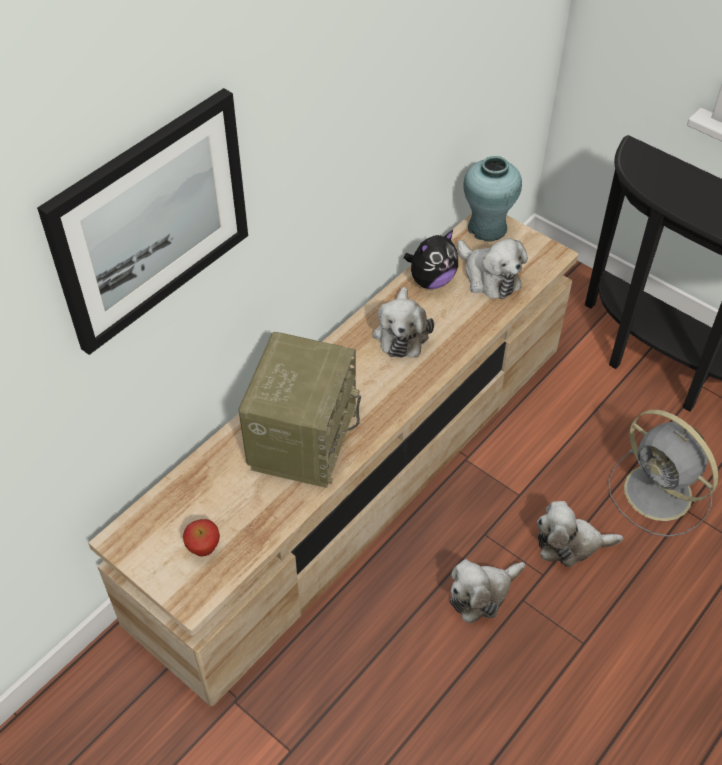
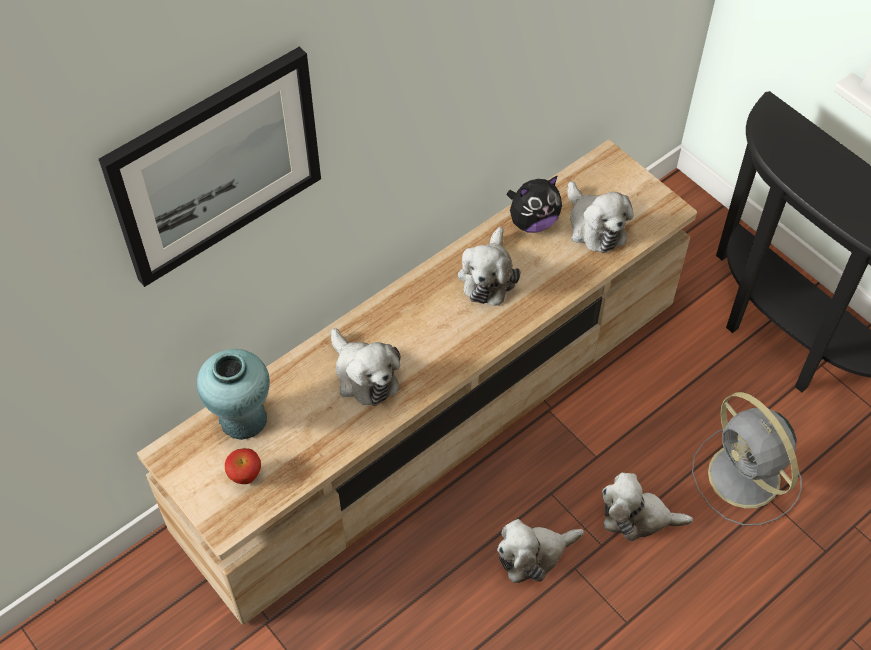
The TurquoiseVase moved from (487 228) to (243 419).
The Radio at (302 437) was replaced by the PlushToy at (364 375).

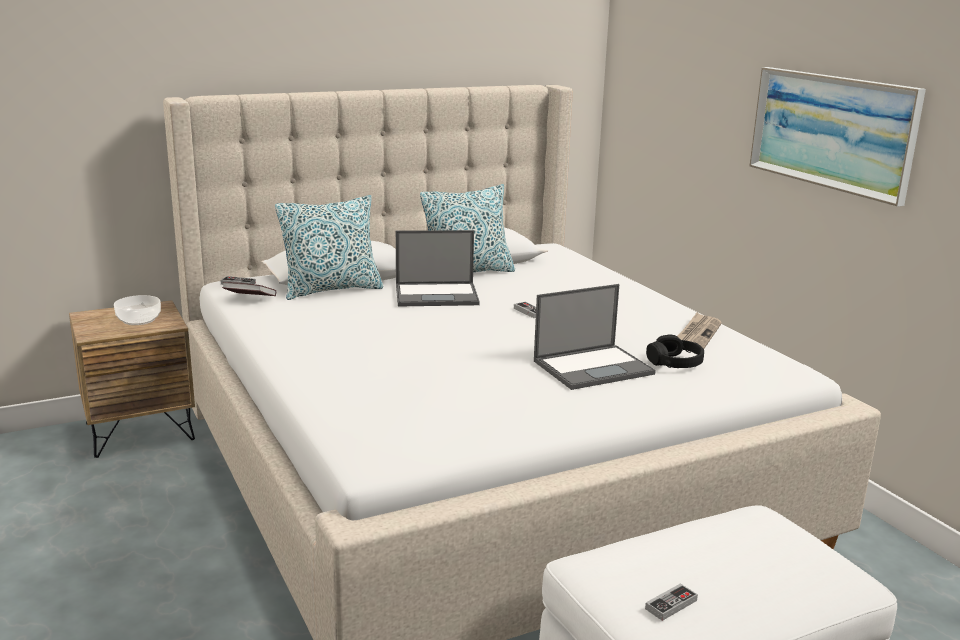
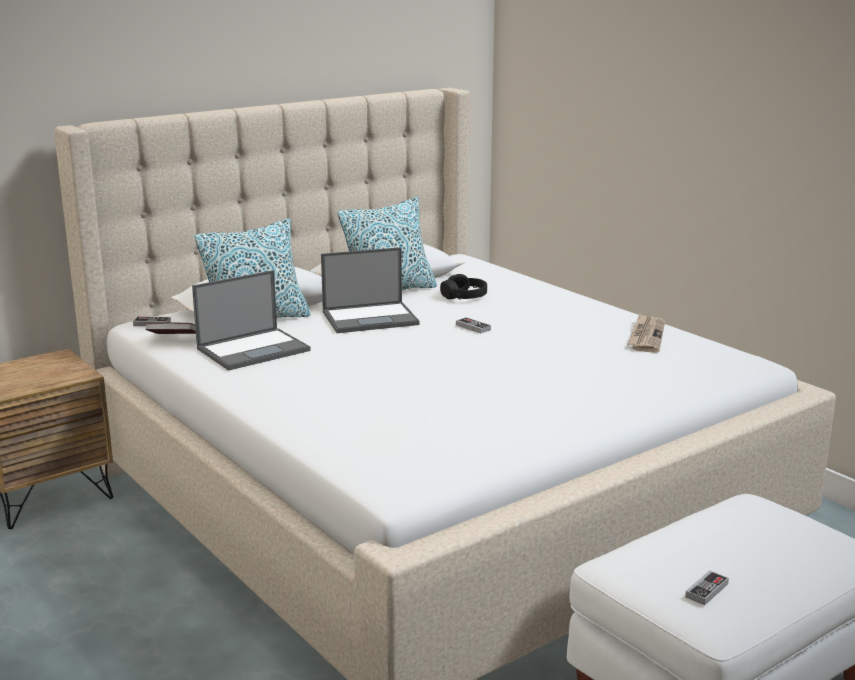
The Picture at (831 131) disappeared.
The Laptop moved from (594 367) to (254 349).
The Bowl at (138 319) disappeared.
The BlackHeadphones moved from (675 362) to (464 296).

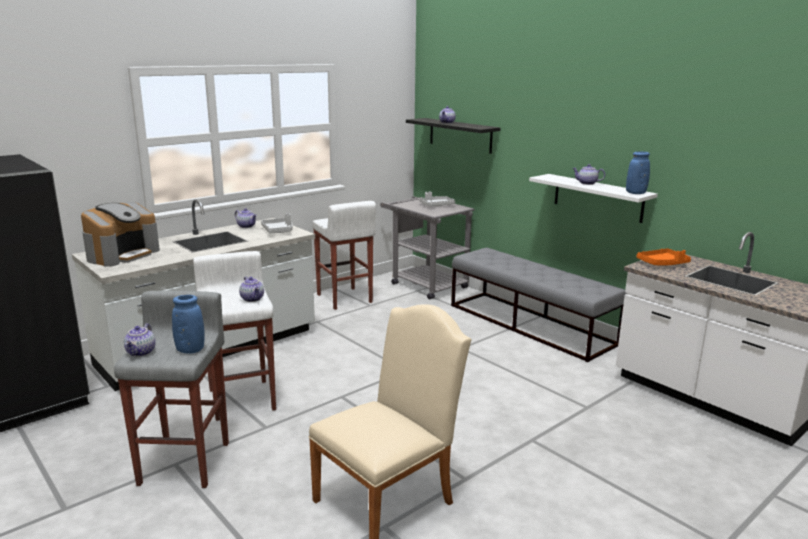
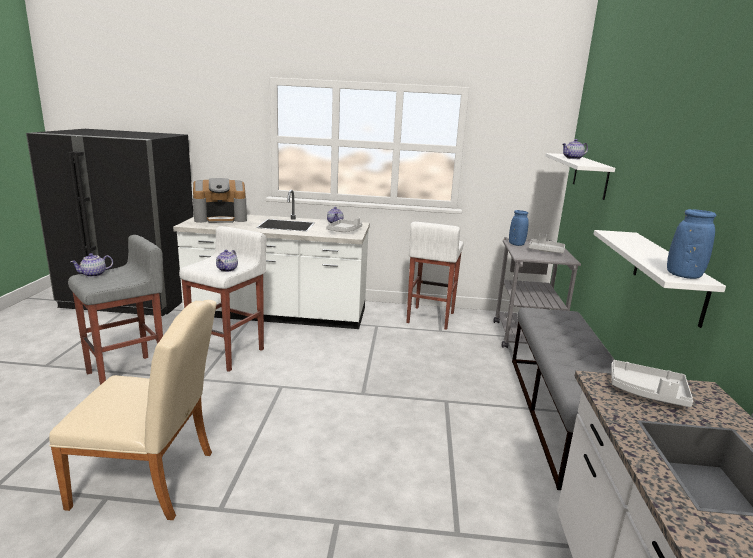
The BlackShelf at (460 135) became the WhiteShelf at (590 176).
The Teapot at (587 183) disappeared.
The OrangeTray at (662 263) became the GreyTray at (647 392).
The BlueVase moved from (190 350) to (516 244).

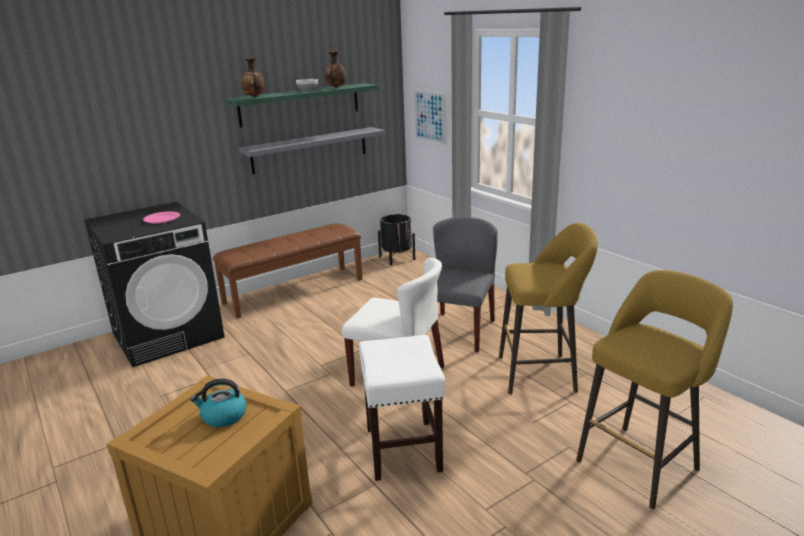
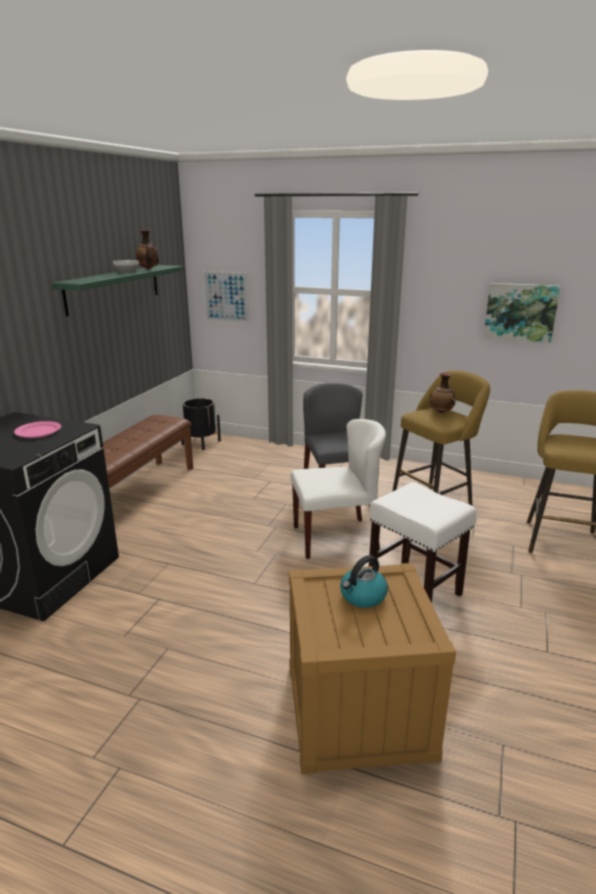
The Vase moved from (255 97) to (441 412).
The GreyShelf at (310 150) disappeared.
The Picture at (520 312) appeared.

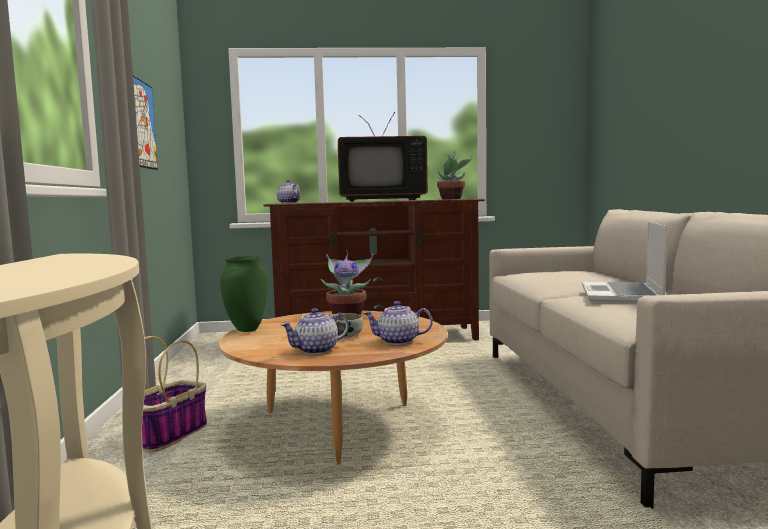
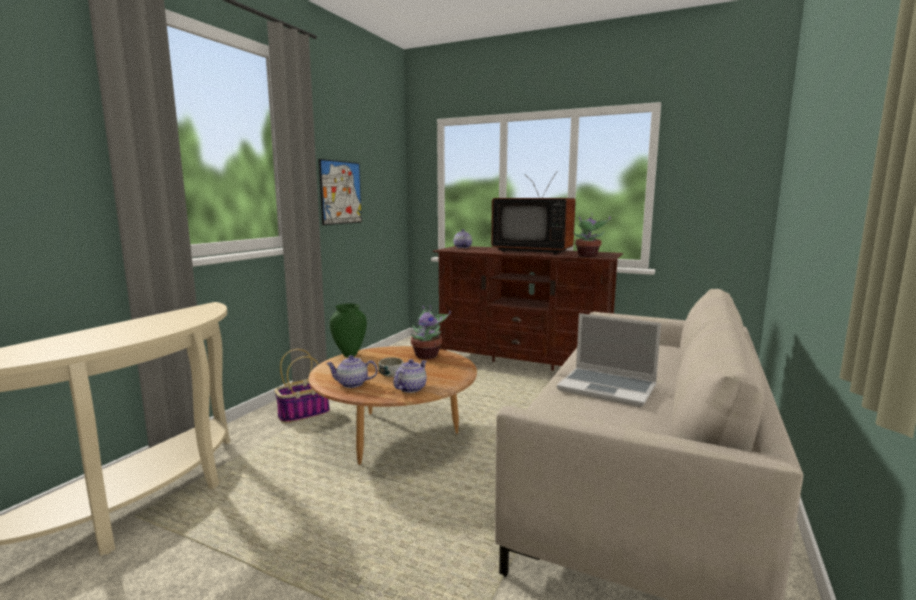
The Laptop at (622 295) turned 105 degrees counterclockwise.
The Teapot at (397 341) turned 90 degrees clockwise.

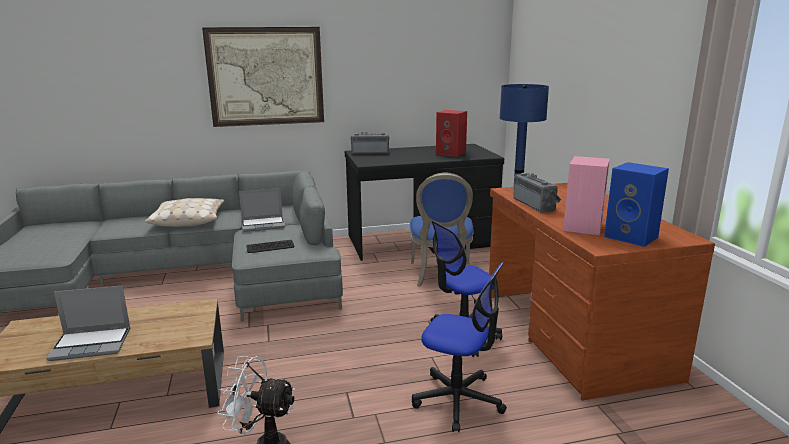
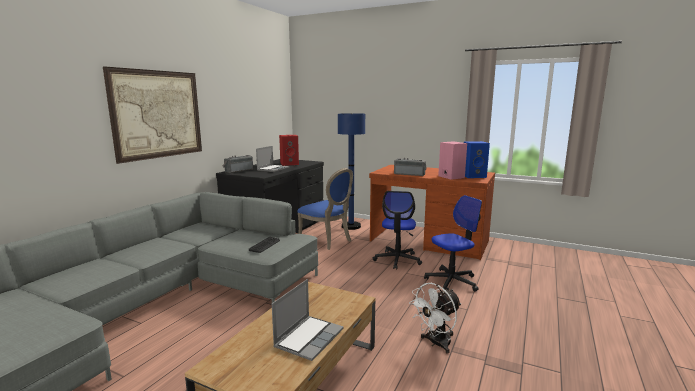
The Laptop moved from (264 225) to (273 169).
The BeigePillow at (188 220) disappeared.

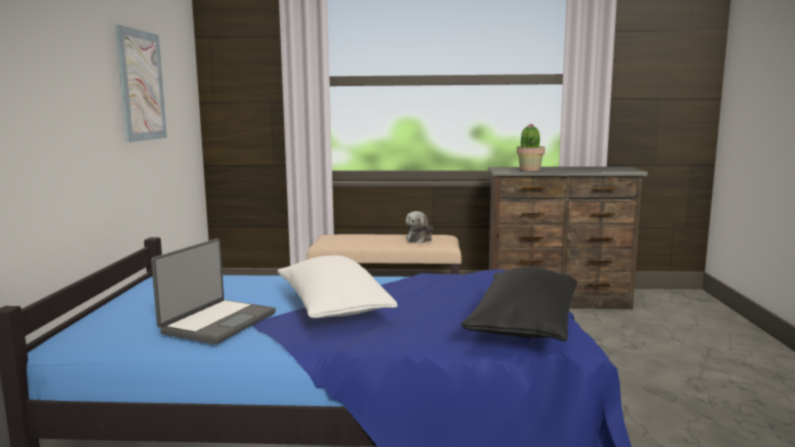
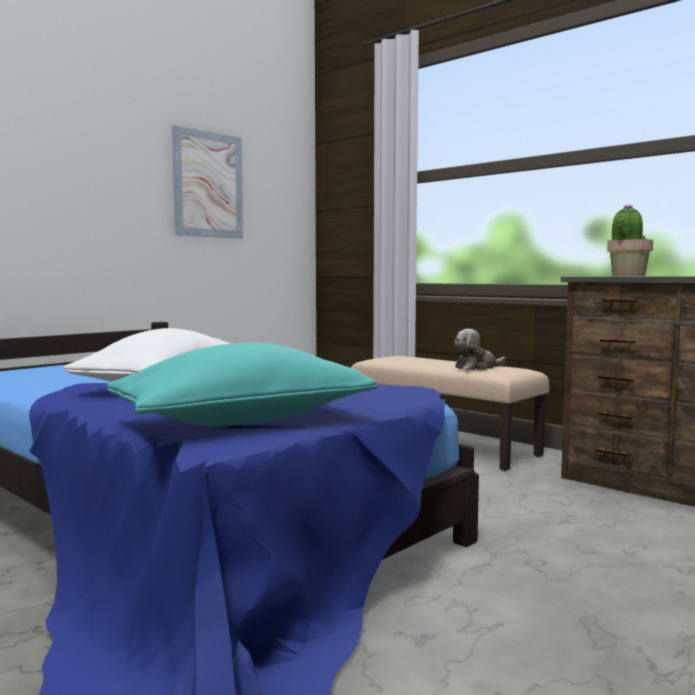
The Laptop at (217 322) disappeared.
The BlackPillow at (524 326) became the TurquoisePillow at (243 421).

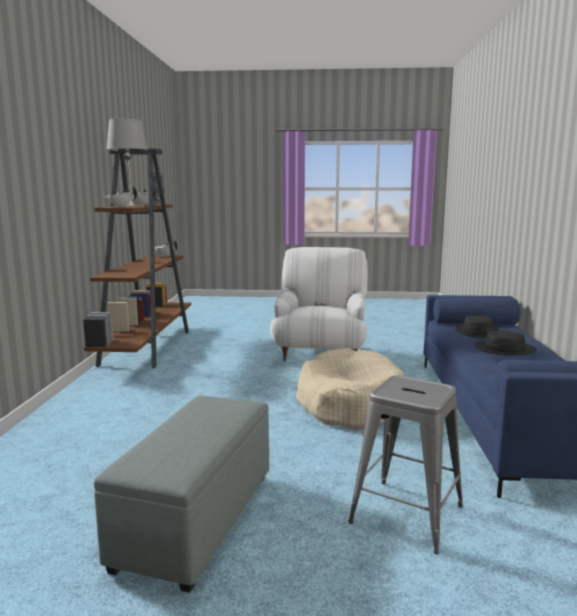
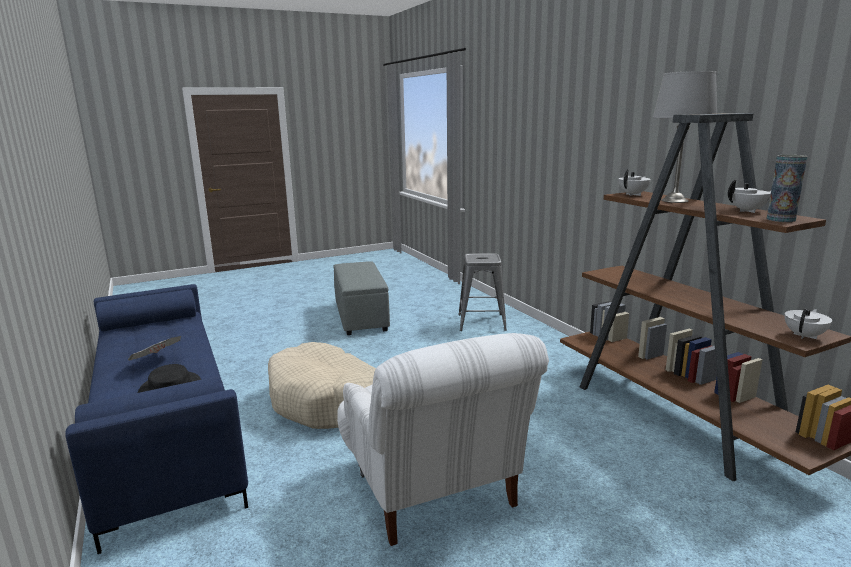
The BlackHat at (504 349) was replaced by the Newspaper at (157 361).
The GreyStool moved from (407 514) to (481 322).

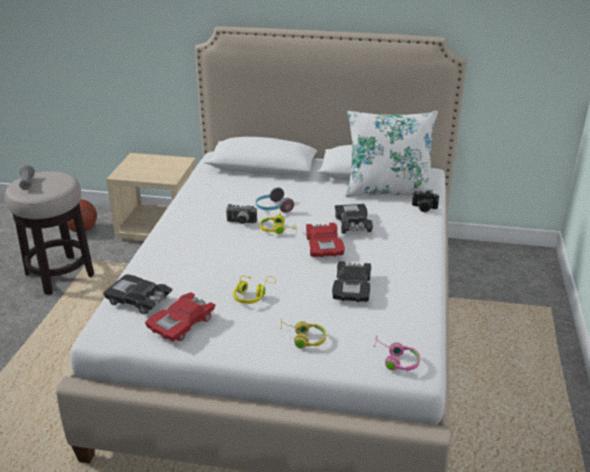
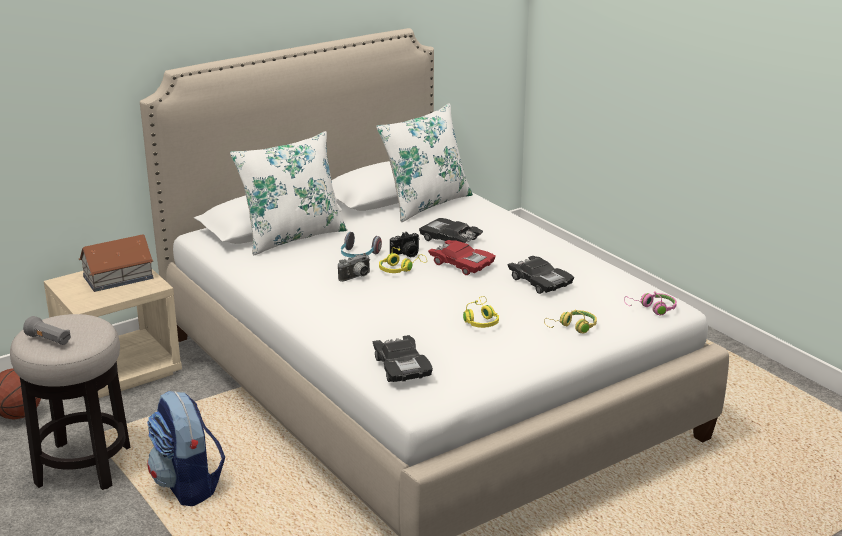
The PhotoCamera moved from (423 208) to (406 254).
The BlackToyCar at (139 300) turned 90 degrees counterclockwise.
The RedToyCar at (182 324) disappeared.
The WhitePillow at (292 236) appeared.
The ToyHouse at (119 277) appeared.
The Backpack at (188 485) appeared.

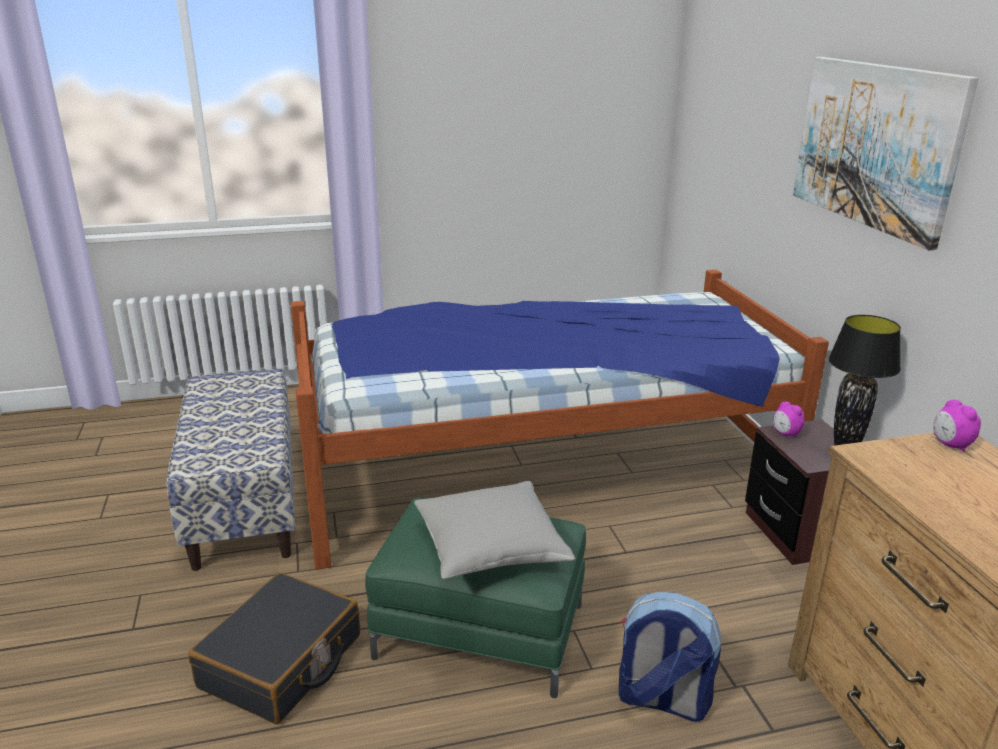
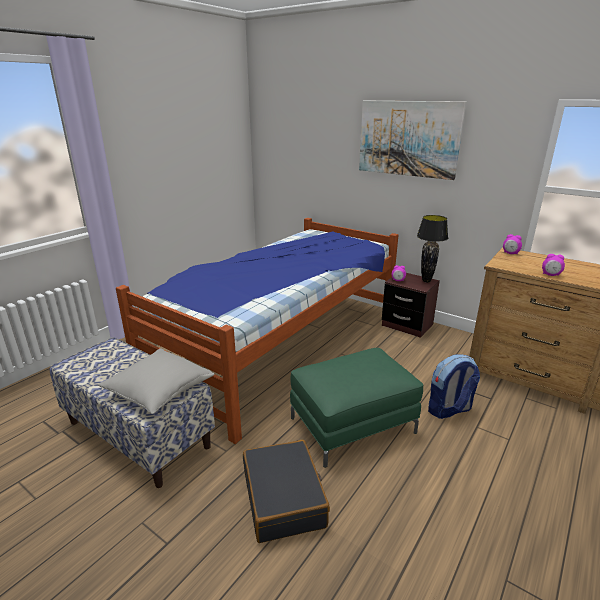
The GreyPillow moved from (490 547) to (159 390).
The AlarmClock at (550 275) appeared.

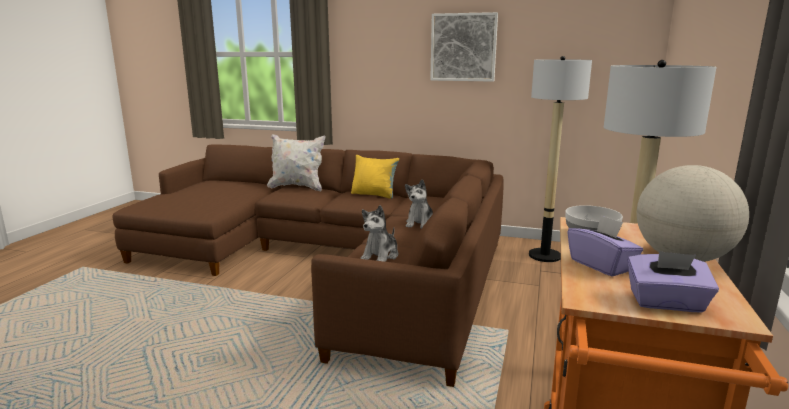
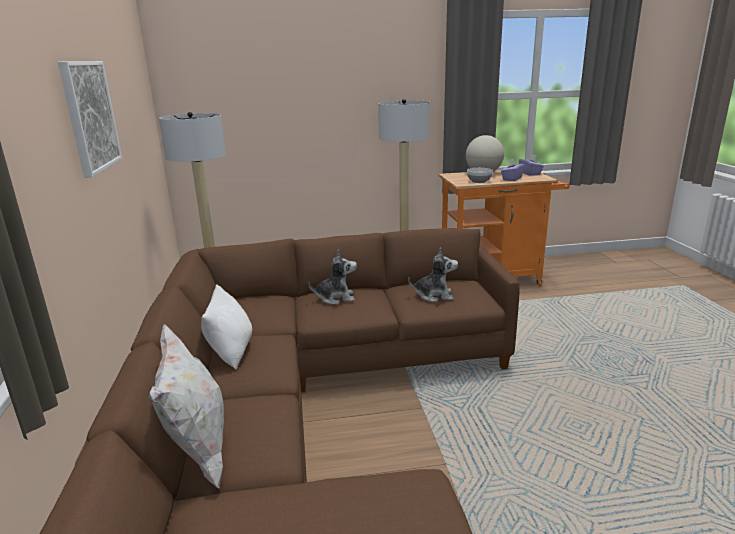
The YellowPillow at (374 194) became the WhitePillow at (231 351).

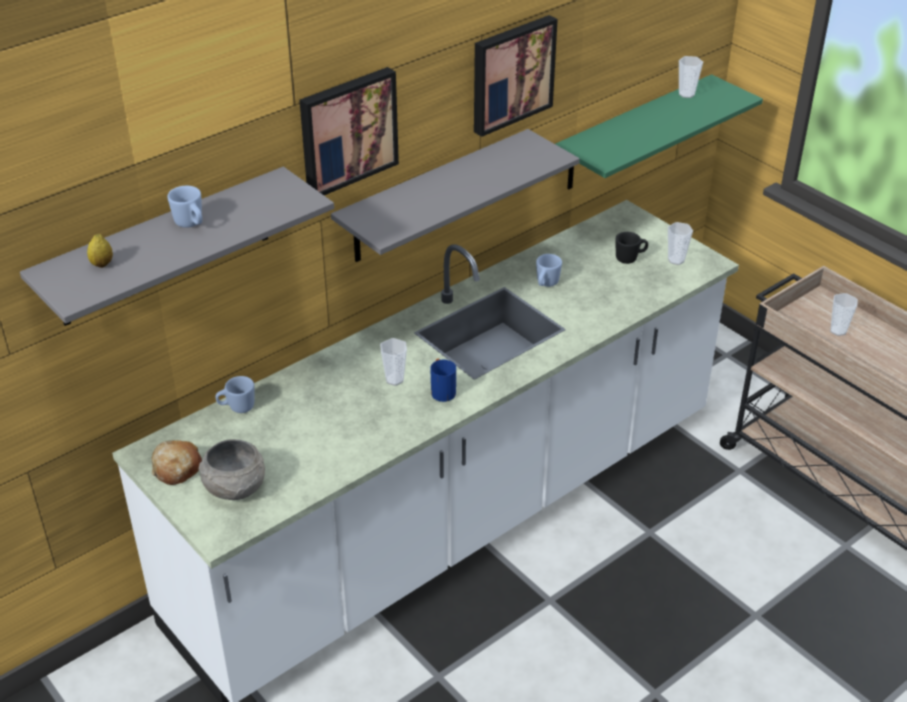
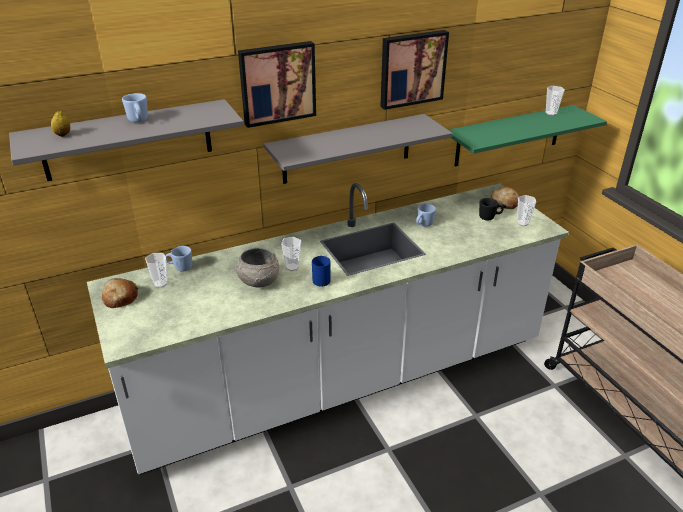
The Cup moved from (838 331) to (160 283).
The GreyBowl moved from (234 488) to (258 281).
The Bread at (504 203) appeared.

